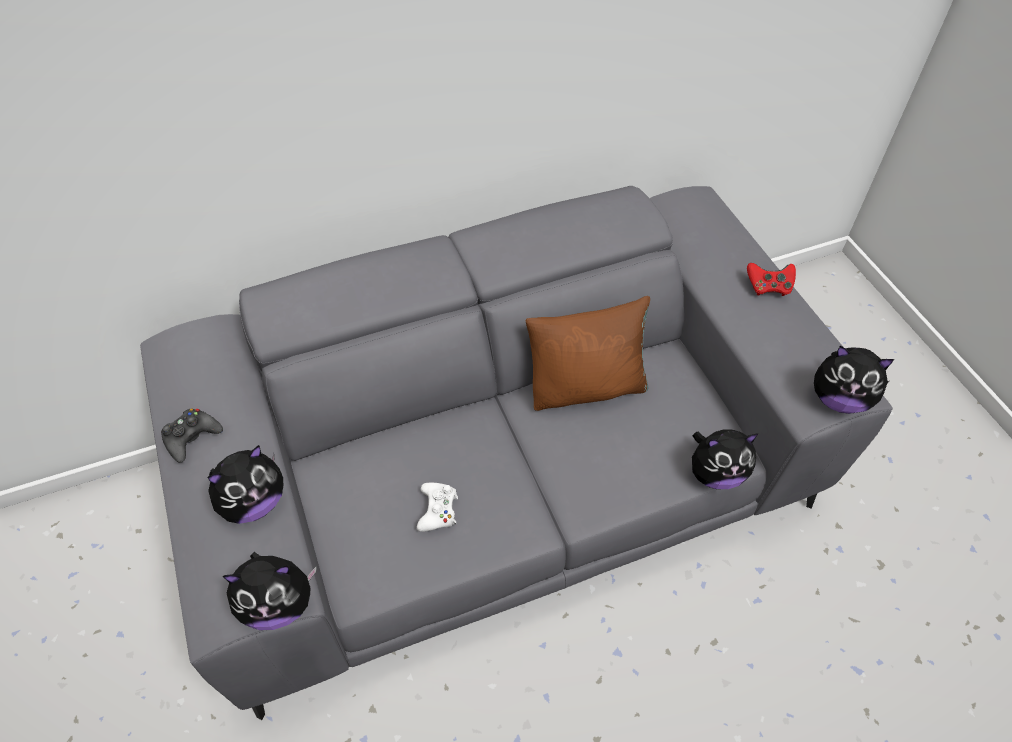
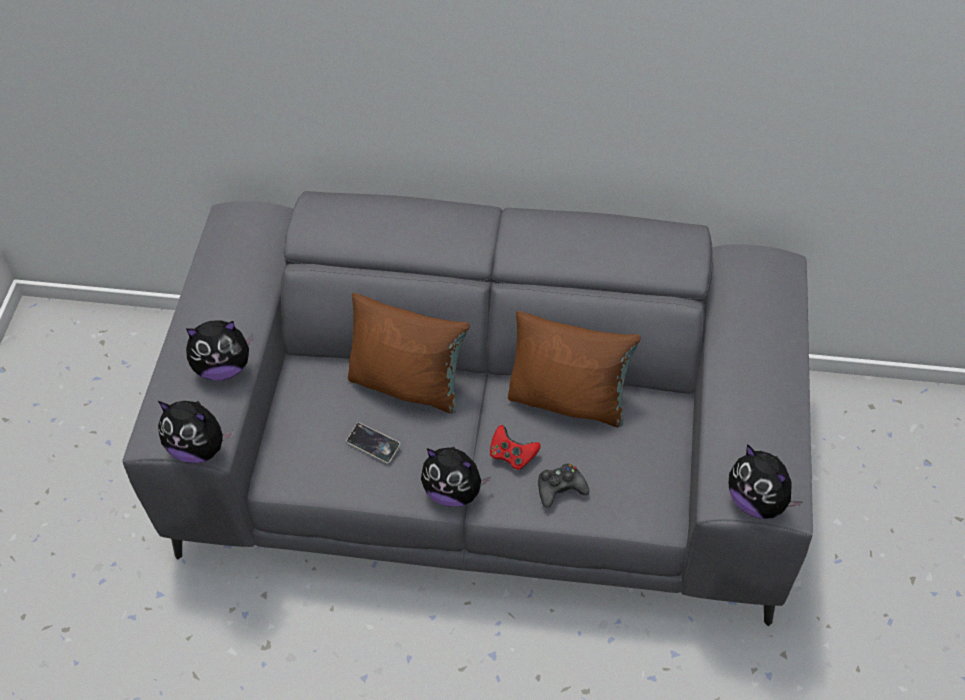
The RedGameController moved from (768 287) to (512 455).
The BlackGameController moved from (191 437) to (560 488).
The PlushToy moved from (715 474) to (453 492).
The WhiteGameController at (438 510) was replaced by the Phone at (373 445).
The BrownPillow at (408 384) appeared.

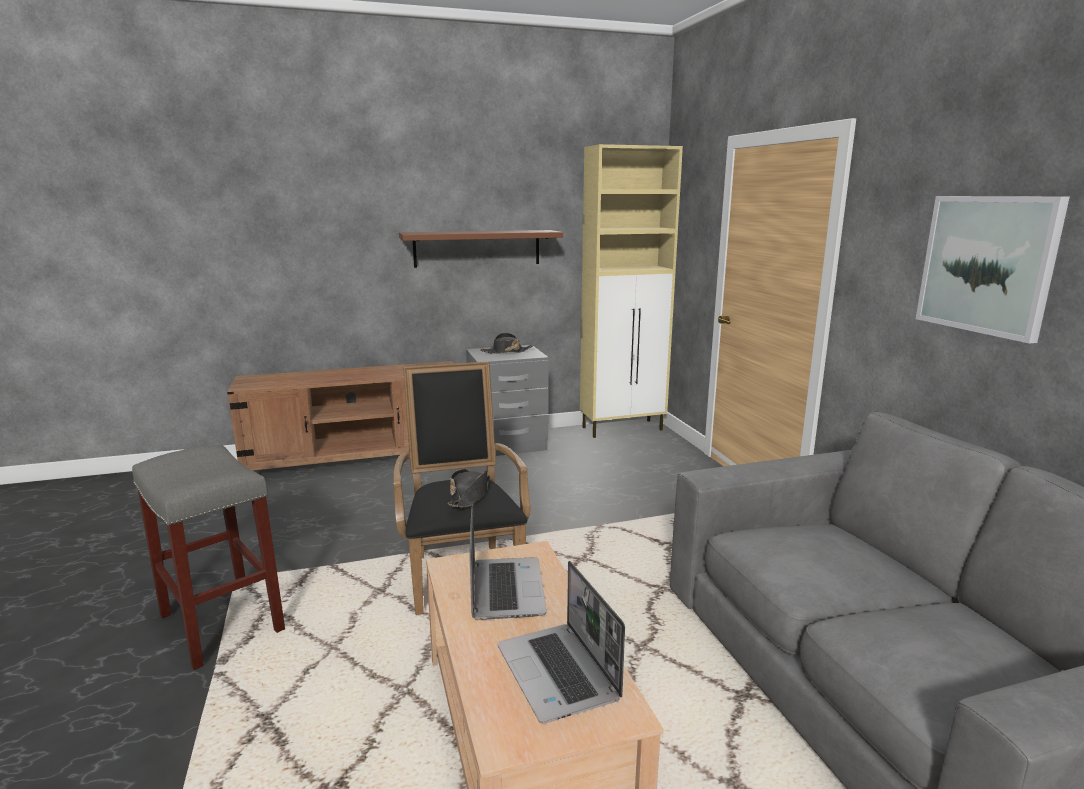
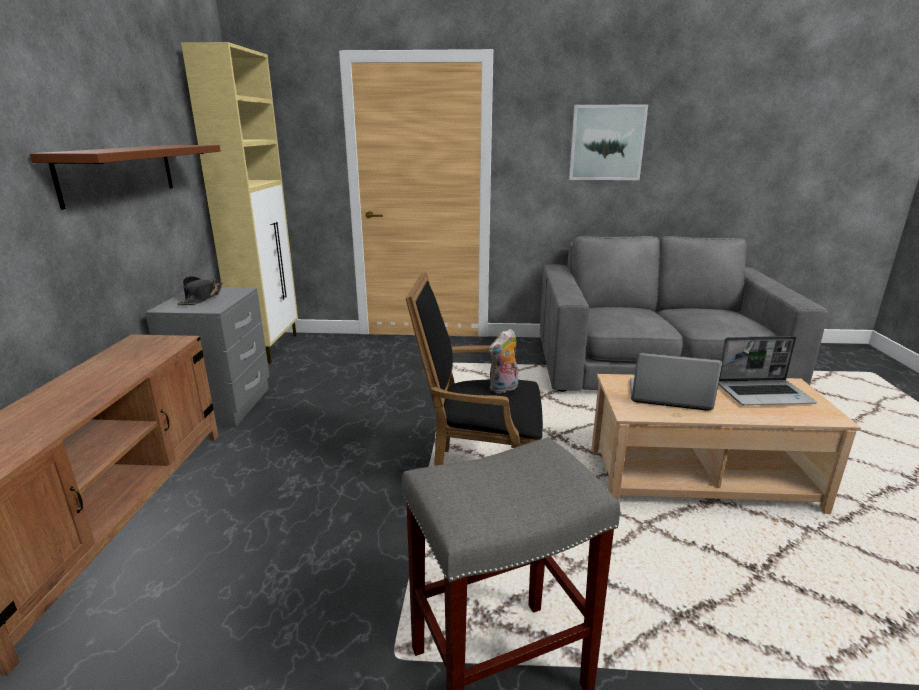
The BlackHat at (470 495) was replaced by the PlushToy at (504 389).

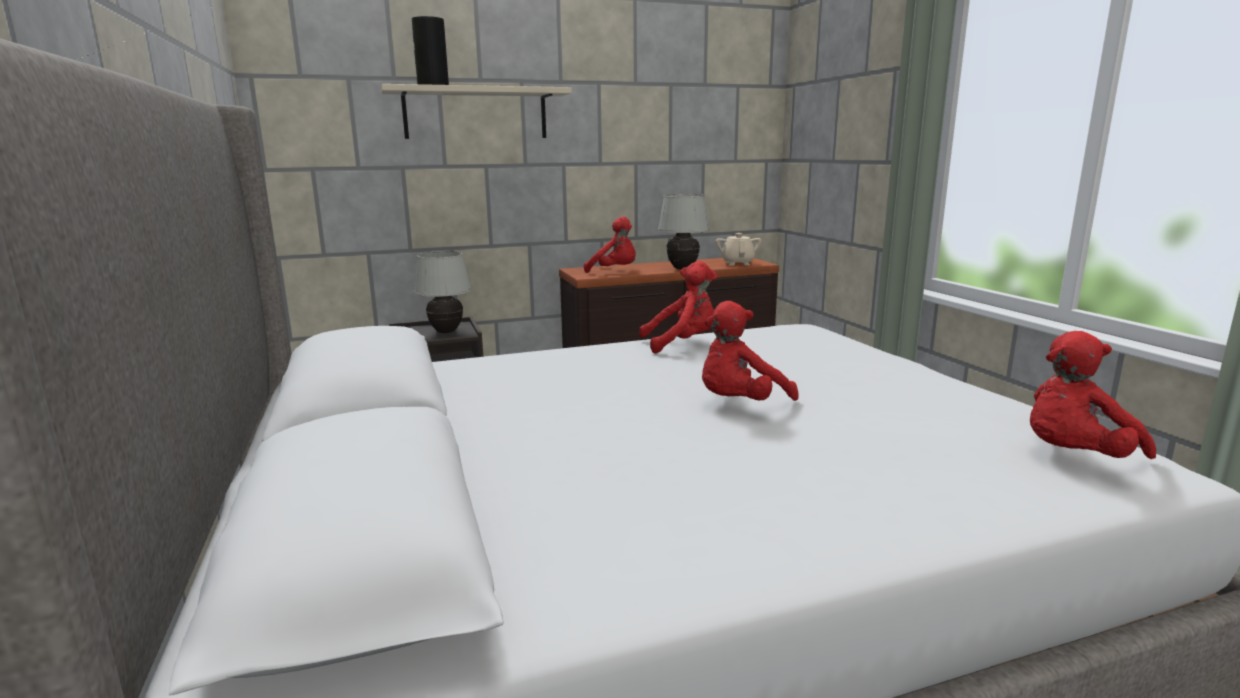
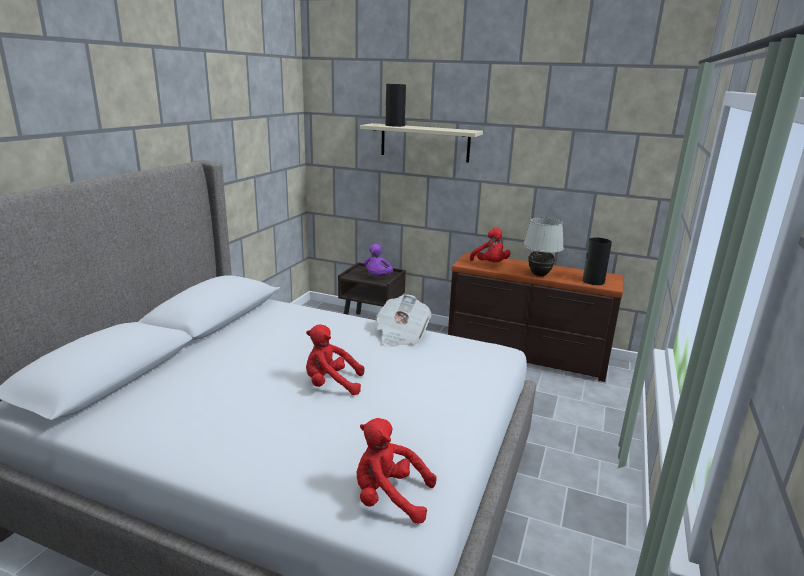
The BeigeTeapot at (737 263) was replaced by the Vase at (593 281).
The WhiteTableLamp at (446 332) was replaced by the PurplePlushToy at (377 277).
The RedPlushToy at (682 343) was replaced by the Newspaper at (401 335).

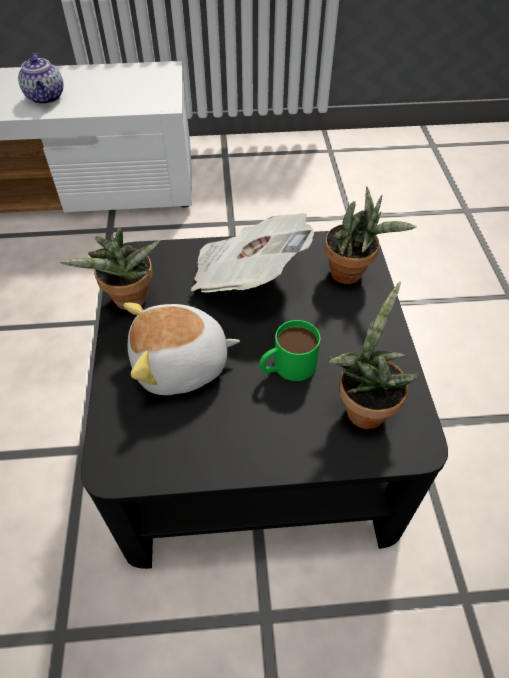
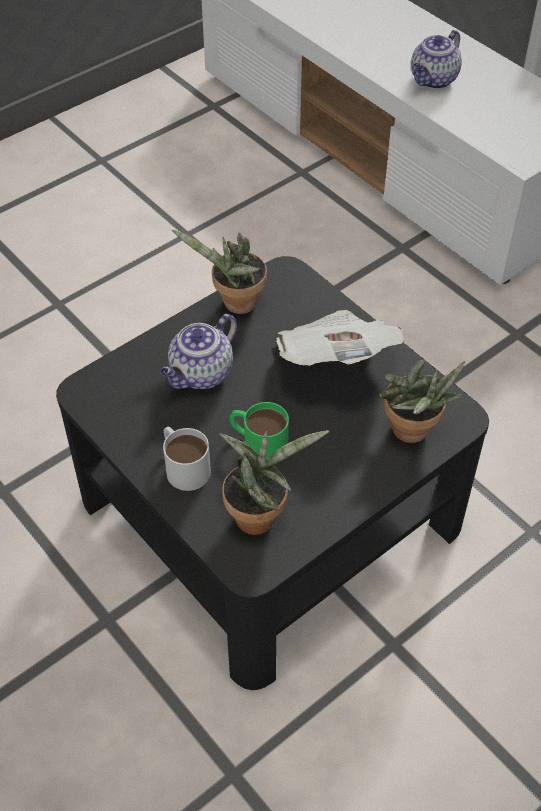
The PlushToy at (181 365) was replaced by the Teapot at (201 375).
The WhiteMug at (183 466) appeared.

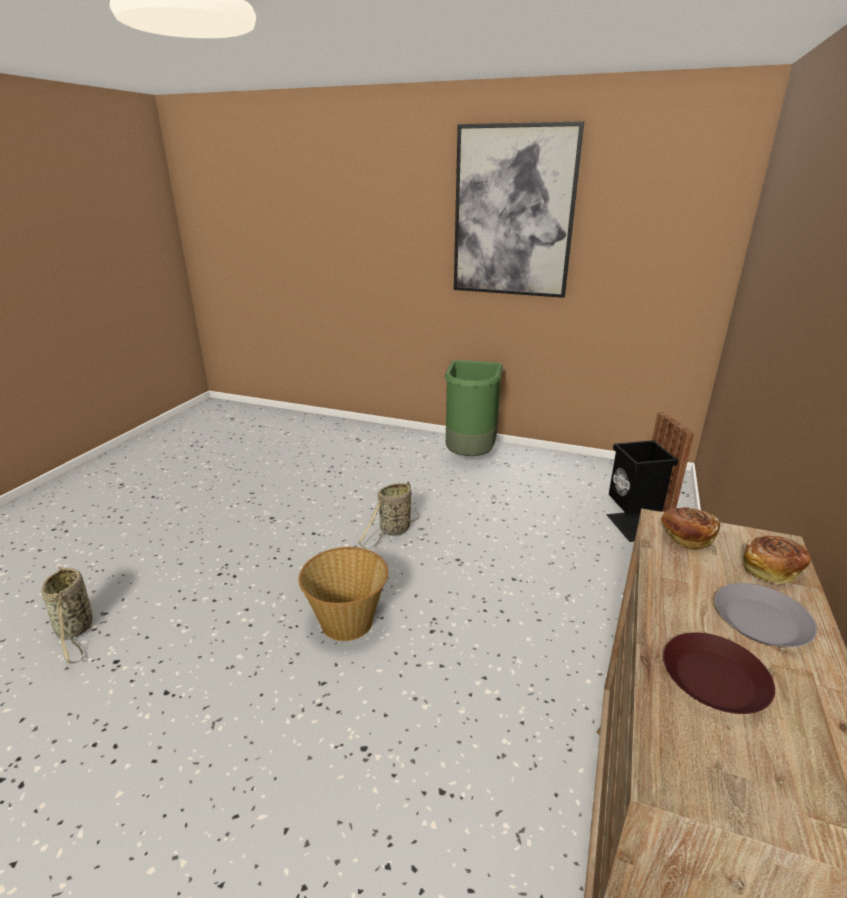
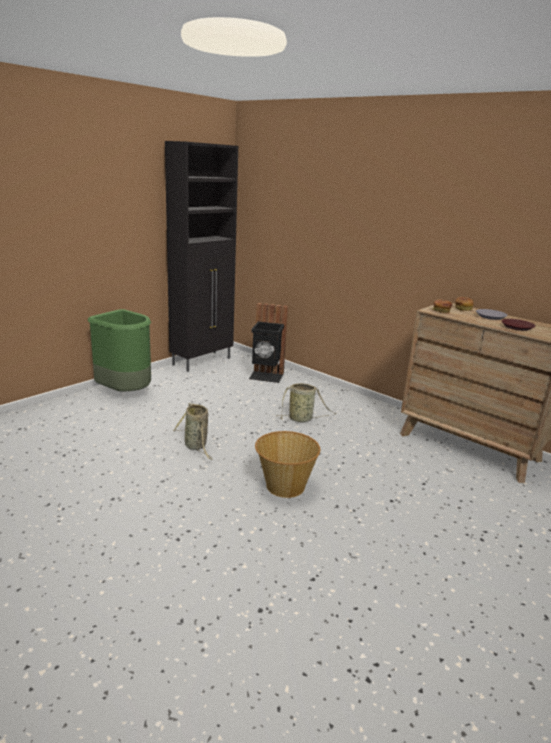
The Picture at (513 213) disappeared.
The Basket moved from (76 630) to (302 419).
The BlackCabinet at (202 361) appeared.

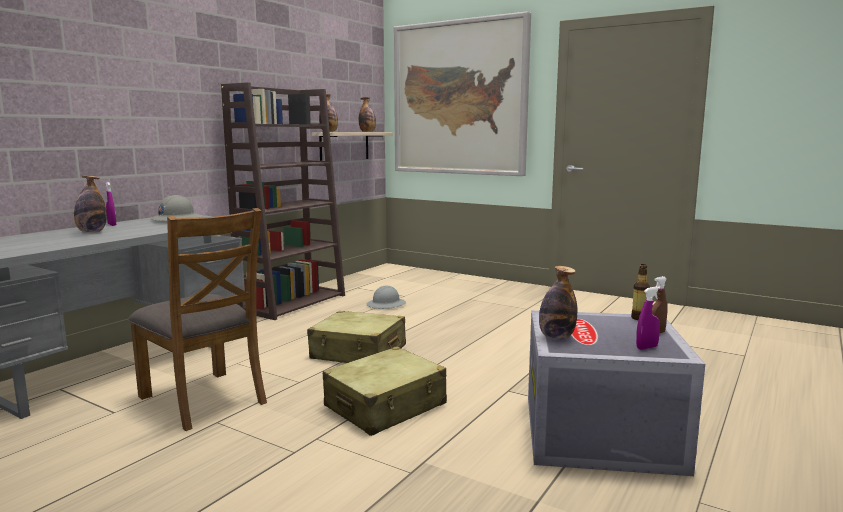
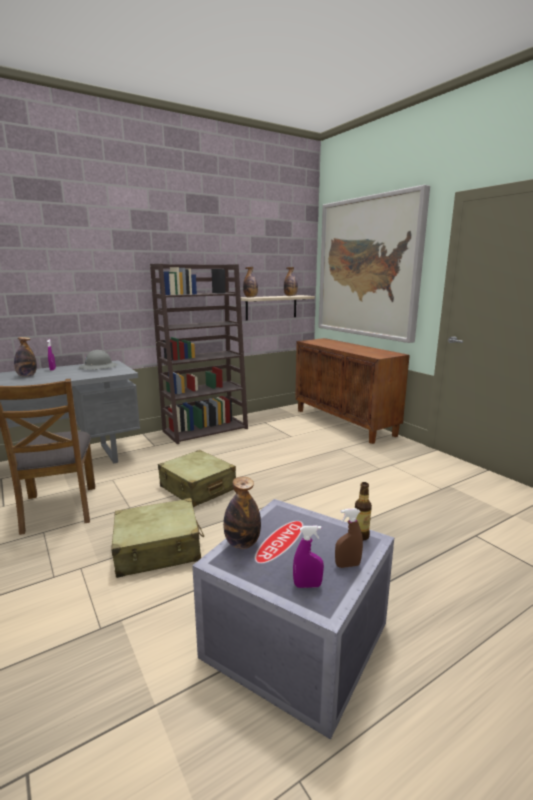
The GreyHardHat at (386 305) disappeared.
The BrownCabinet at (344 422) appeared.

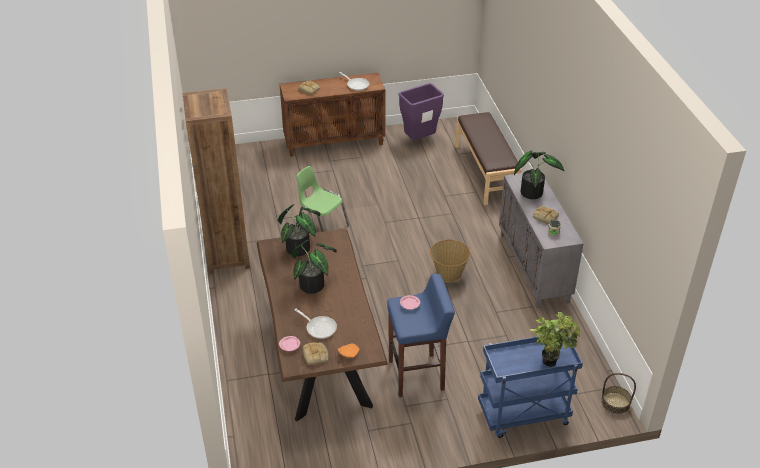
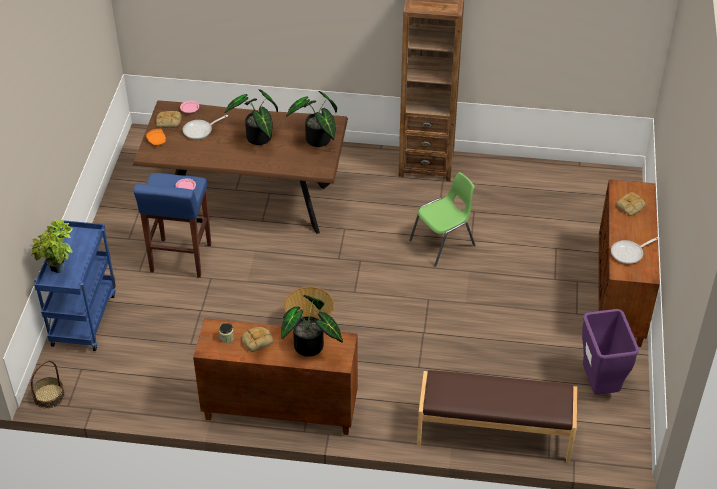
The GreyCabinet at (534 268) became the BrownCabinet at (279 410).

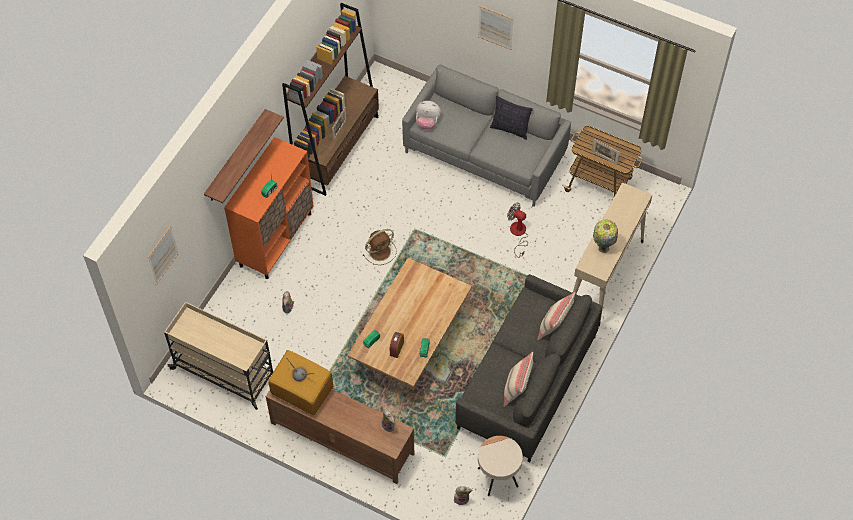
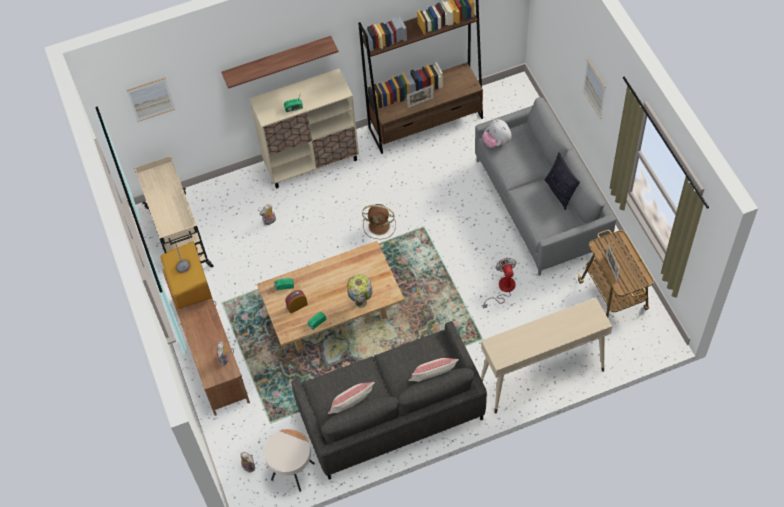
The OrangeCabinet at (276 239) became the BeigeCabinet at (312 162).
The TableLamp moved from (603 247) to (361 301).

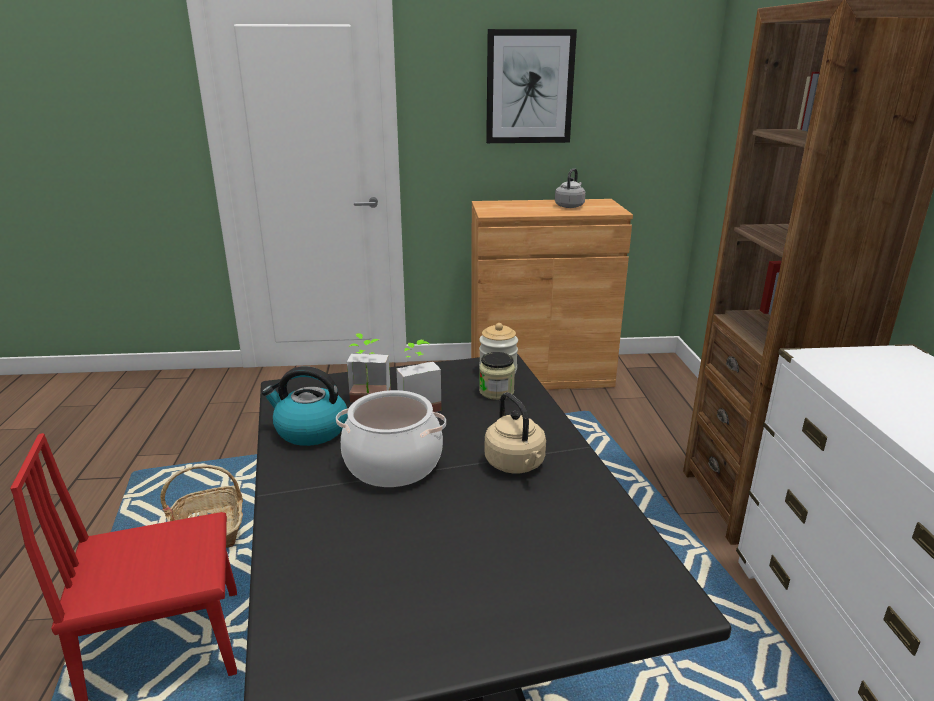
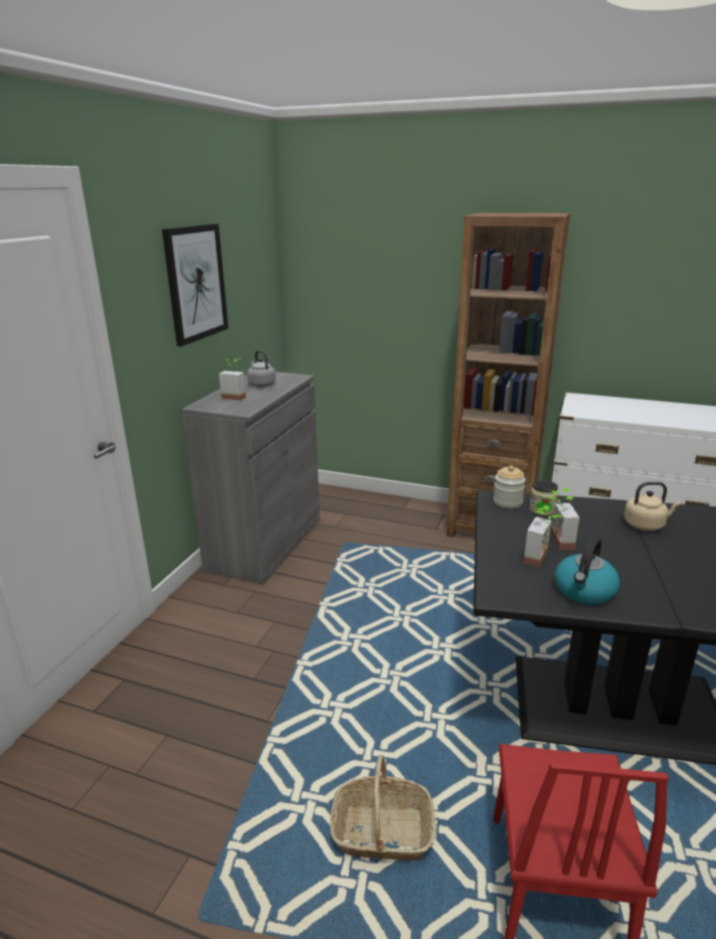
The BrownCabinet at (540 374) became the GreyCabinet at (265 544).
The CookingPot at (393 463) disappeared.
The PottedPlant at (235 396) appeared.

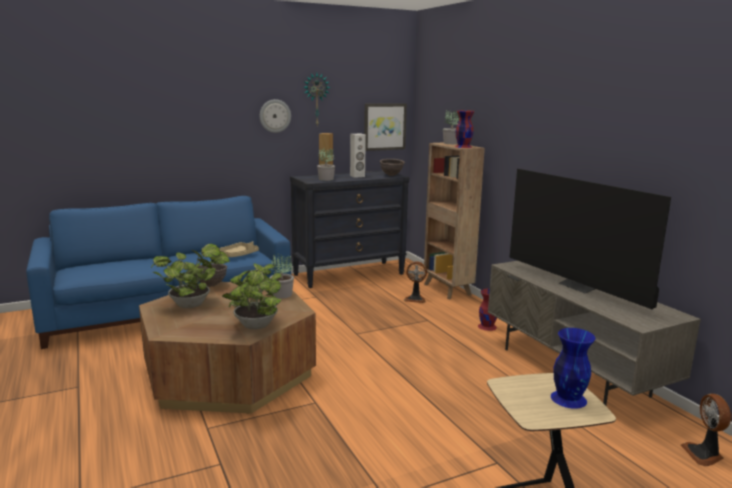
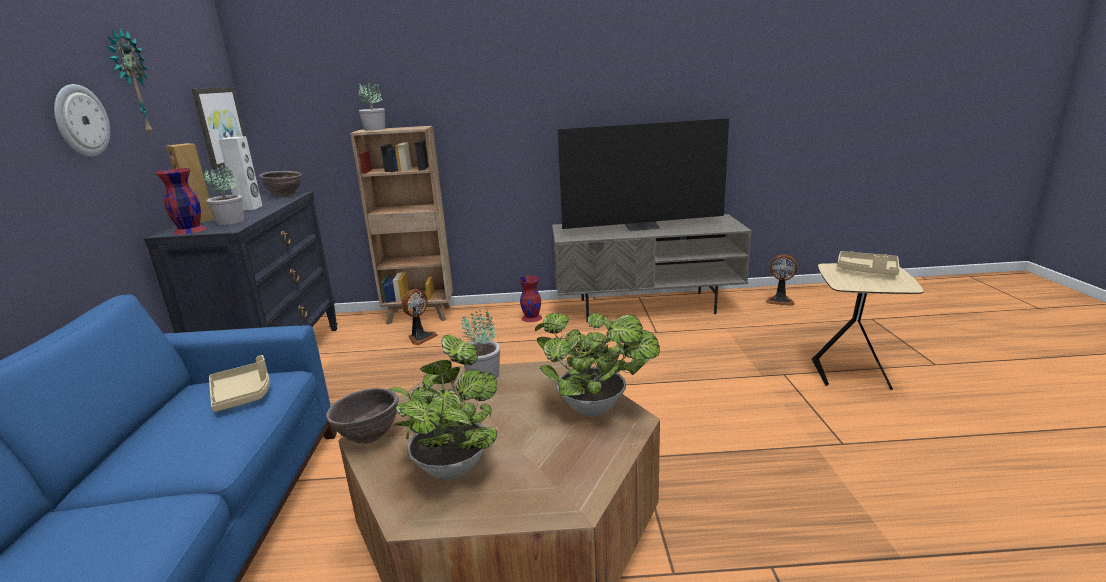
The RedVase moved from (463 147) to (189 230).
The BlueVase at (568 398) was replaced by the BeigeTray at (867 271).

